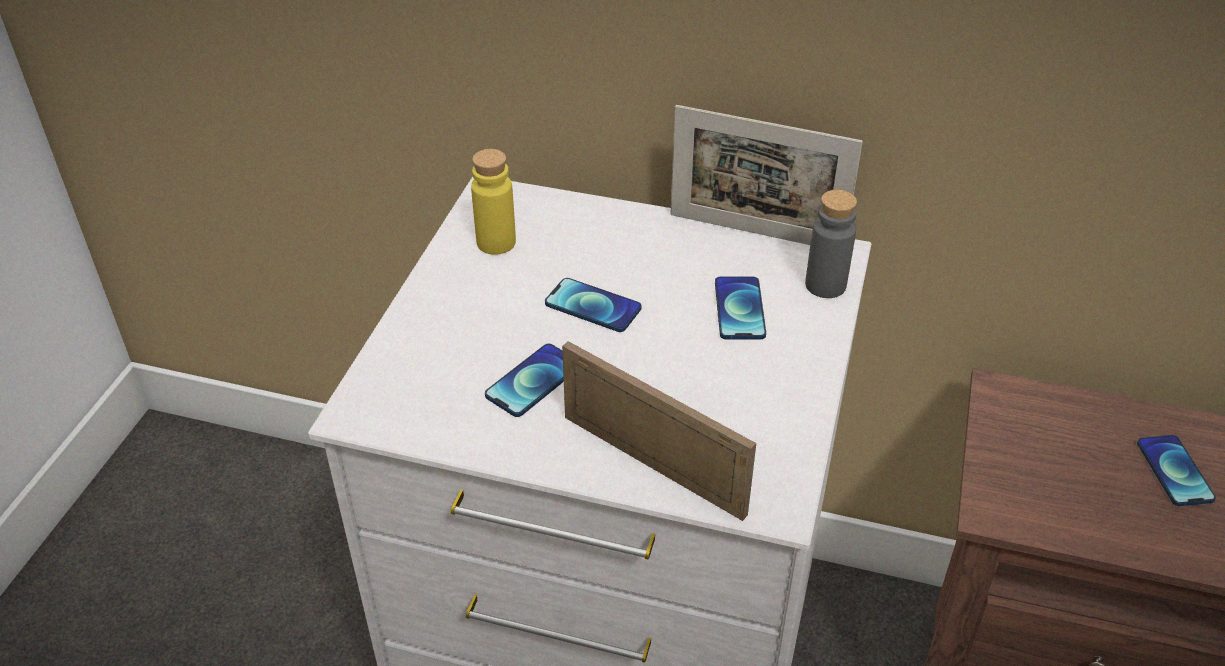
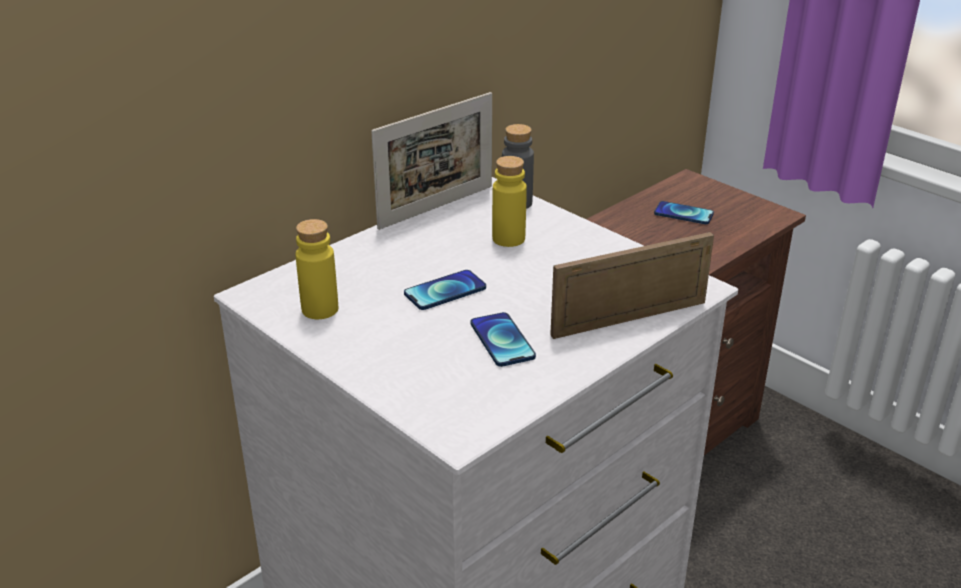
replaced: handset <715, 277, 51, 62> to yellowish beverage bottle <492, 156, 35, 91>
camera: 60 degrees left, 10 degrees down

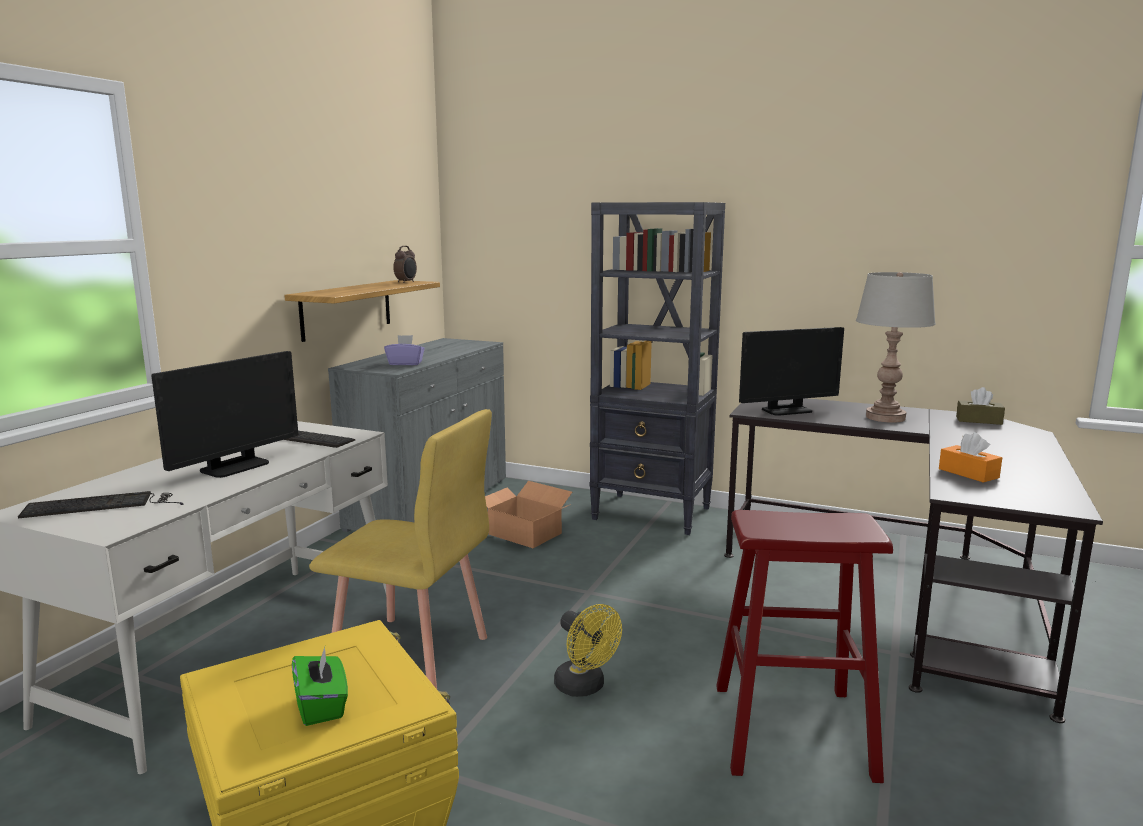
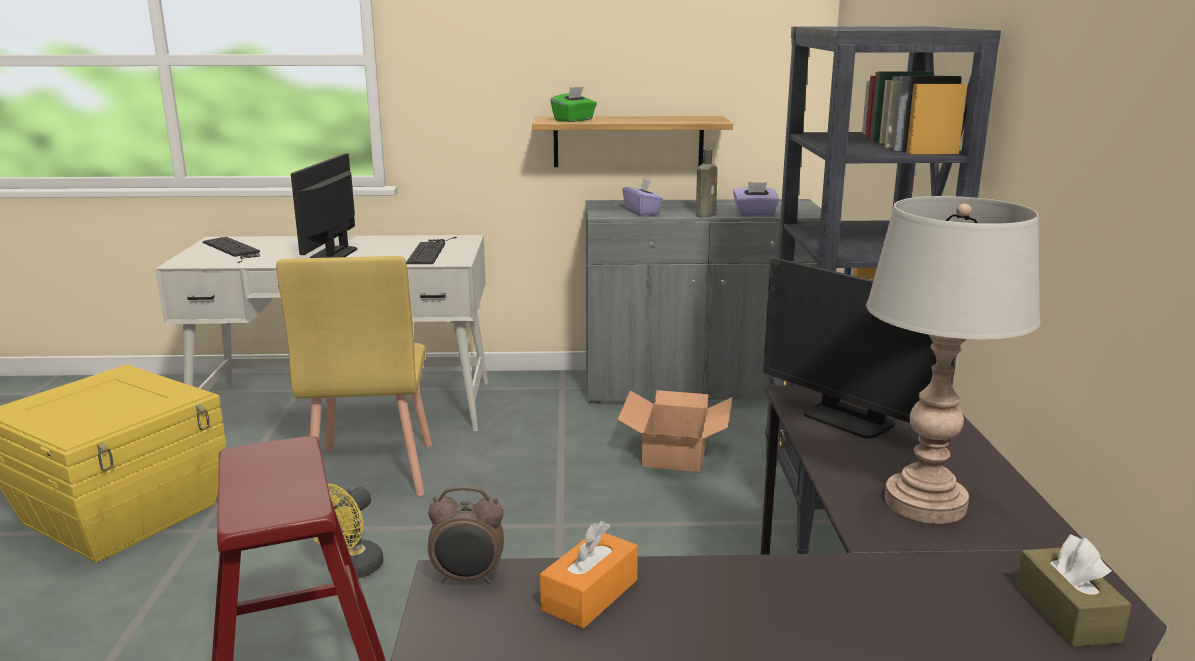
added: brown-coloured beverage bottle <696, 148, 22, 70>; purplish box of tissues <733, 182, 46, 34>
moved: greenish box of tissues <292, 647, 56, 79> to <550, 87, 47, 35>; alarm clock <393, 246, 24, 37> to <428, 486, 76, 98>
turned: computer screen <152, 351, 146, 127> = <291, 154, 66, 104> 90 degrees clockwise
camera: 65 degrees right, 5 degrees up

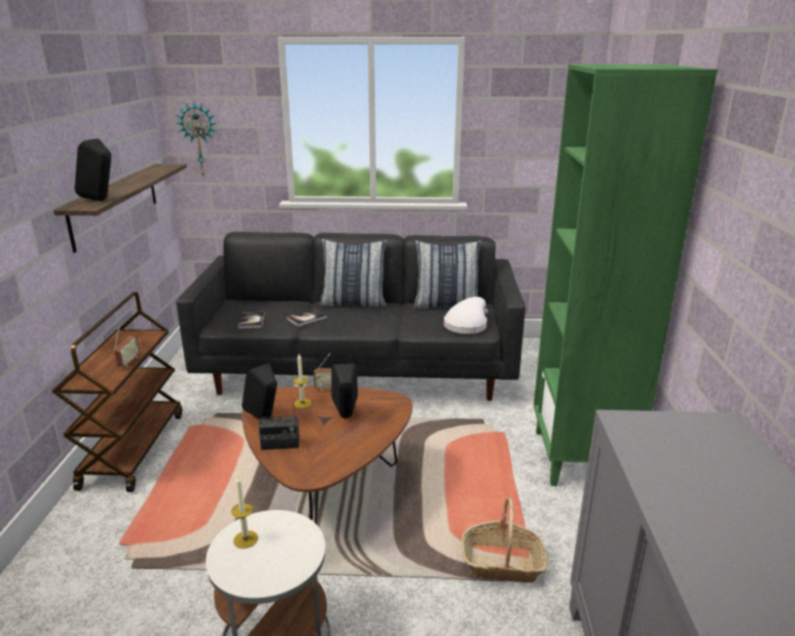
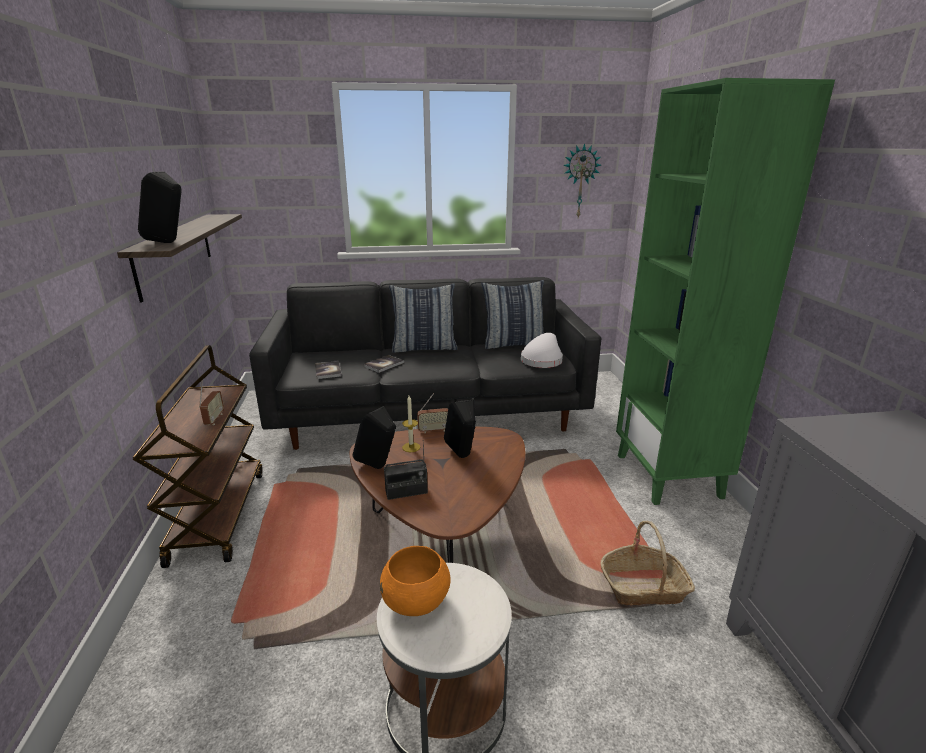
moved: hanging clock <176, 102, 41, 74> to <563, 143, 38, 74>
replaced: wax light <231, 476, 27, 73> to orangey deep dish <380, 546, 71, 70>
camera: 10 degrees left, 0 degrees up

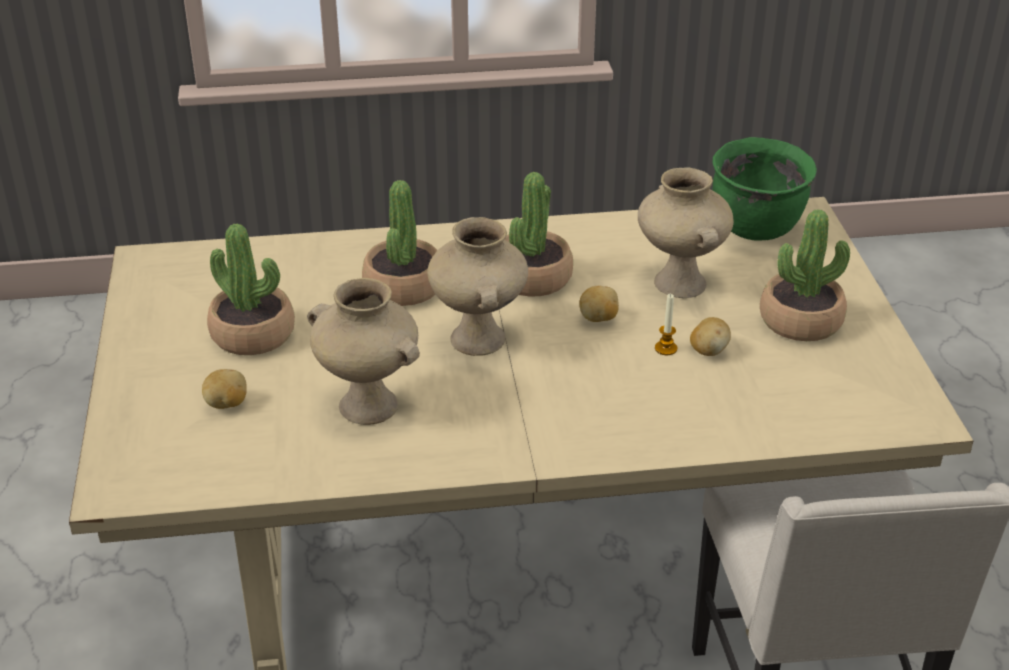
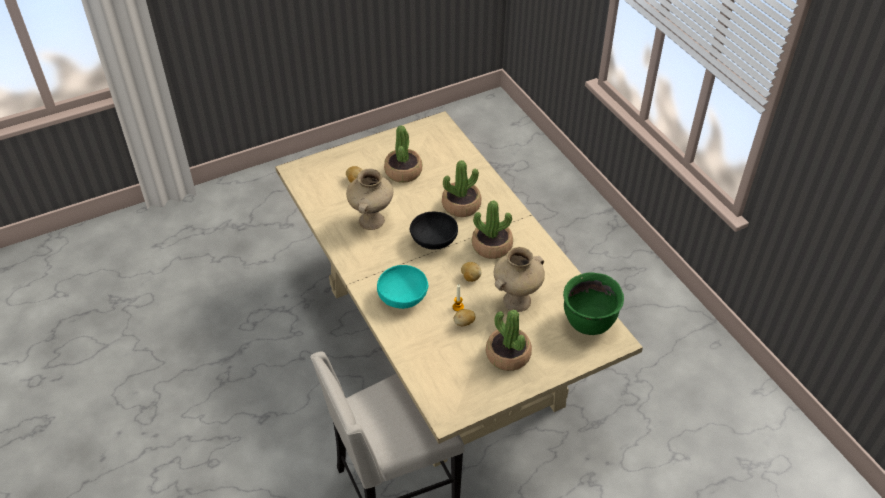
added: turquoise deep dish <377, 265, 52, 44>
replaced: beige flower vase <427, 217, 101, 139> to black deep dish <410, 212, 48, 38>
camera: 70 degrees right, 10 degrees up

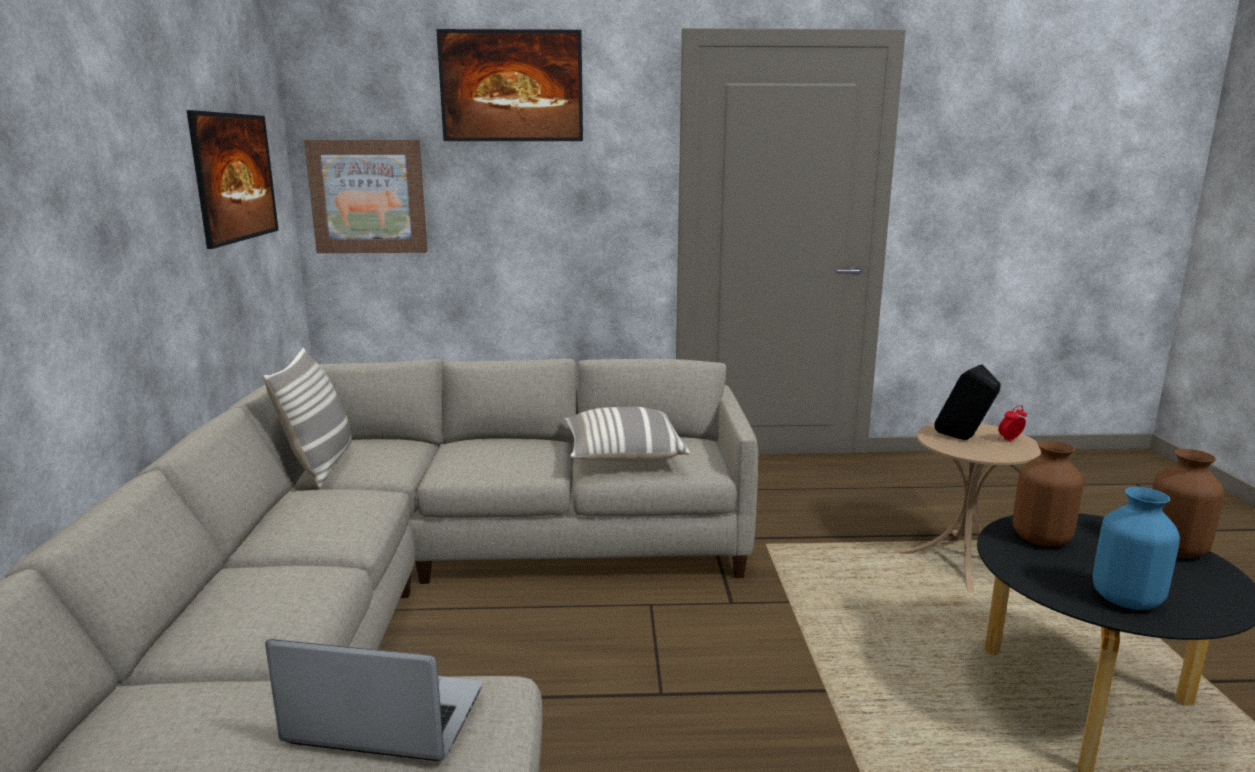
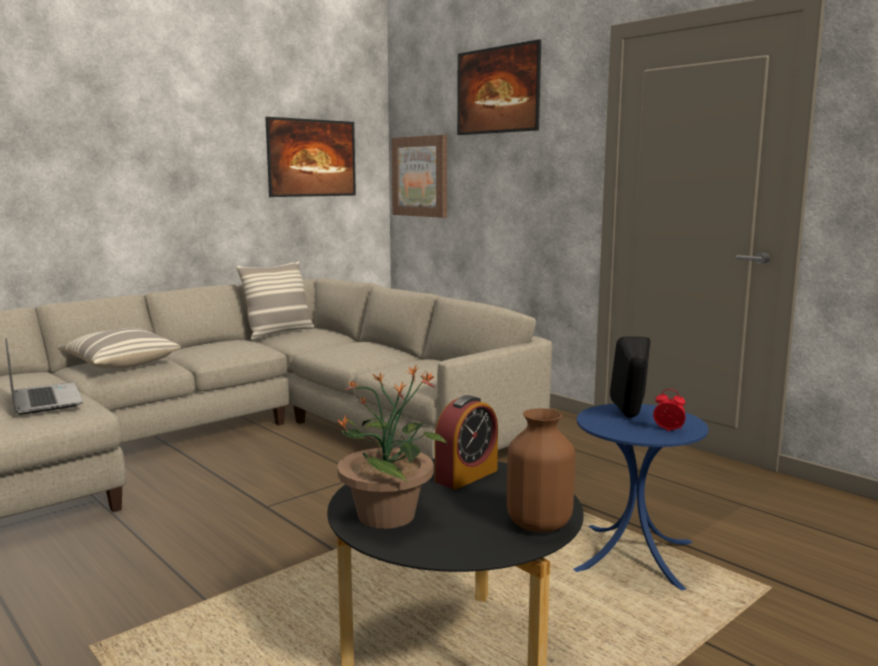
moved: throw pillow <565, 407, 125, 55> to <58, 328, 123, 41>
replaced: brown-coloured flower vase <1012, 440, 72, 107> to alarm clock <435, 395, 63, 94>; bluish flower vase <1093, 487, 87, 123> to potted plant <337, 365, 110, 164>
recoloured: beige side table <894, 423, 147, 169> to bluish side table <573, 404, 135, 186>
camera: 50 degrees right, 5 degrees down

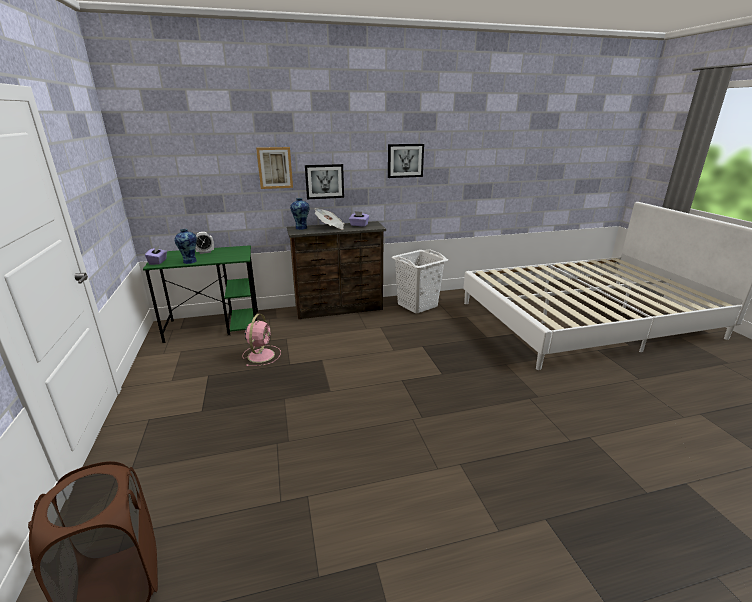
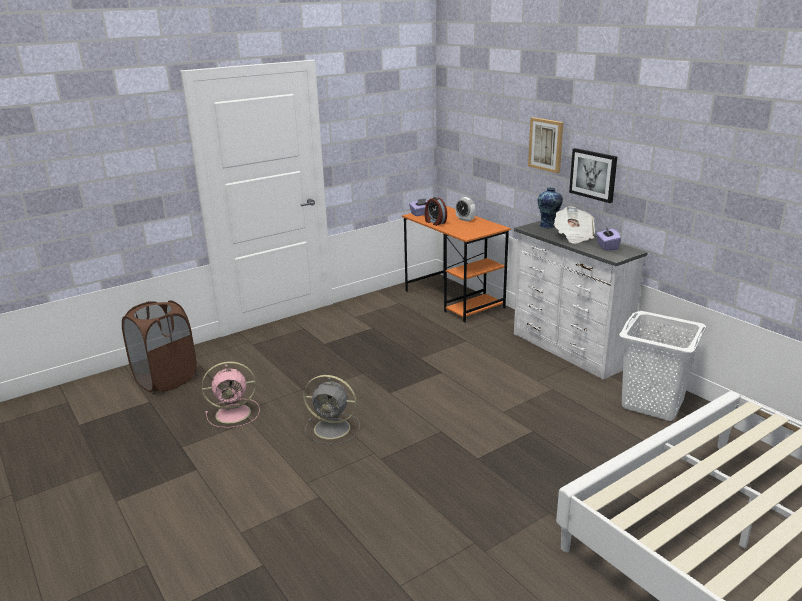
removed: wall picture <388, 144, 36, 34>
added: greyish electric fan <303, 375, 57, 69>
moved: pinkish electric fan <242, 314, 39, 52> to <202, 362, 58, 66>
replaced: flower vase <174, 229, 23, 35> to alarm clock <425, 197, 22, 29>
recoloured: greenish desk table <143, 245, 115, 98> to orangey desk table <402, 206, 109, 117>; brown-coloured dresser <287, 221, 99, 98> to white dresser <514, 221, 134, 159>
camera: 70 degrees right, 0 degrees up

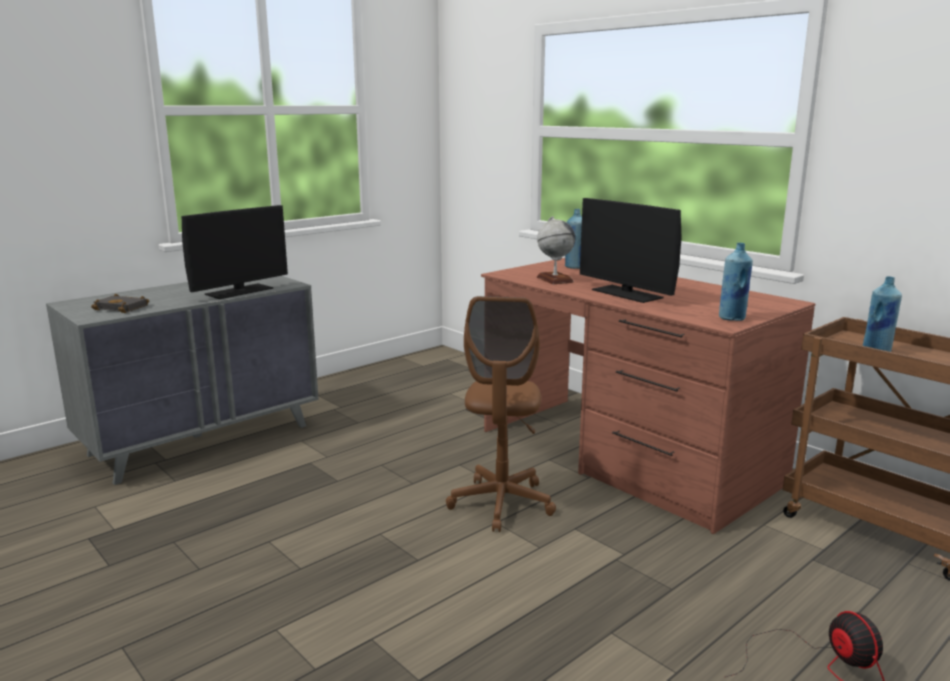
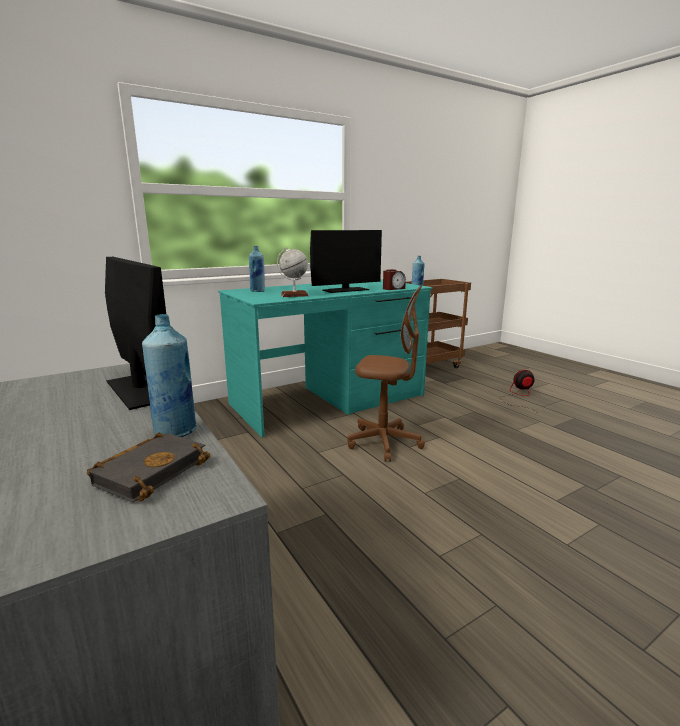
added: alarm clock <383, 269, 23, 21>
moved: bluish beverage bottle <719, 243, 34, 78> to <142, 314, 54, 123>
recoloured: brown-coloured desk table <481, 258, 334, 276> to turquoise desk table <218, 279, 214, 159>
camera: 80 degrees left, 0 degrees up

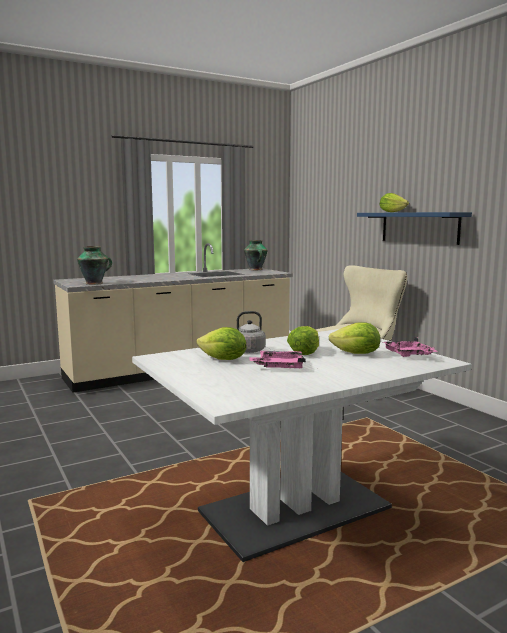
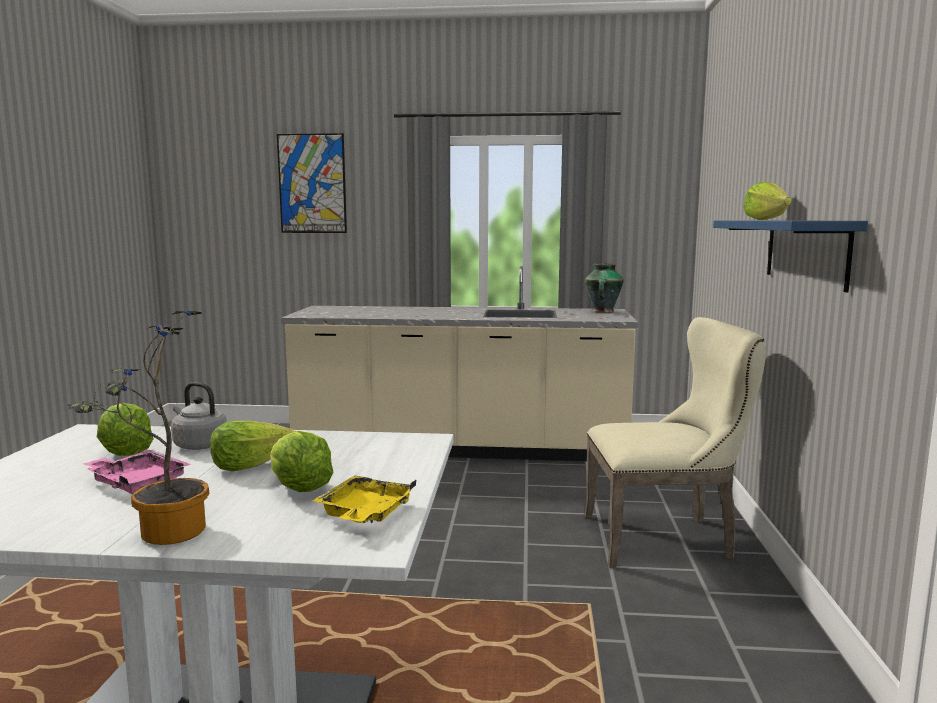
removed: flower vase <77, 246, 35, 39>
added: potted plant <67, 310, 142, 235>; wall picture <277, 133, 70, 100>
recoloured: pinkish tray <383, 337, 54, 20> to yellowish tray <312, 475, 104, 48>
camera: 35 degrees right, 0 degrees up

